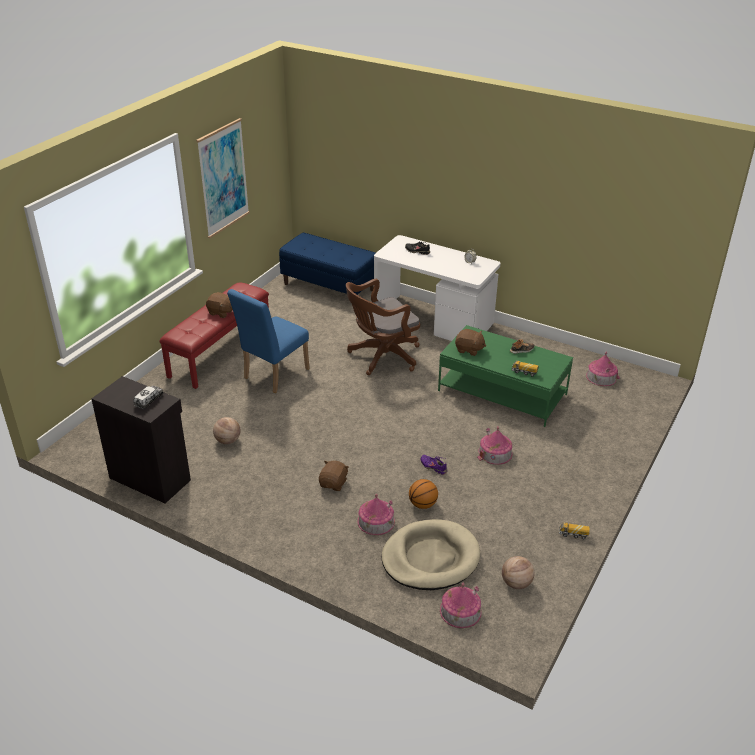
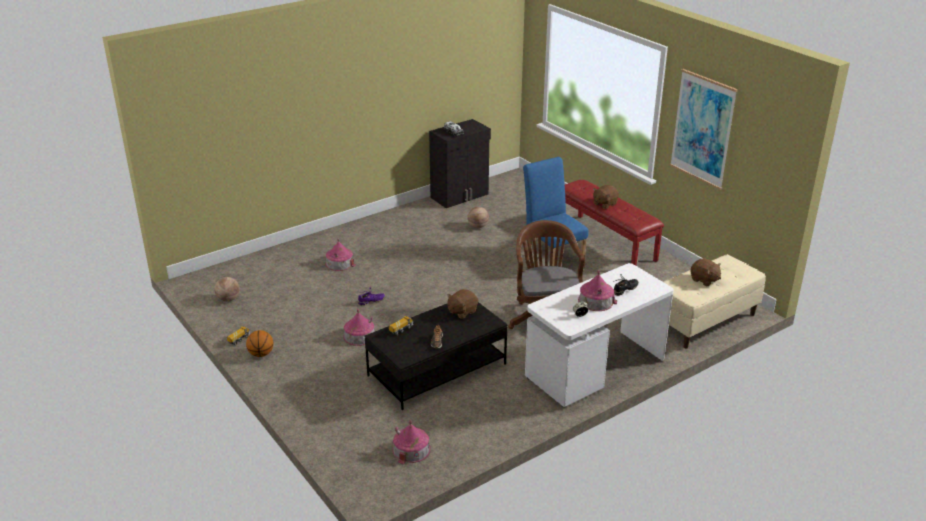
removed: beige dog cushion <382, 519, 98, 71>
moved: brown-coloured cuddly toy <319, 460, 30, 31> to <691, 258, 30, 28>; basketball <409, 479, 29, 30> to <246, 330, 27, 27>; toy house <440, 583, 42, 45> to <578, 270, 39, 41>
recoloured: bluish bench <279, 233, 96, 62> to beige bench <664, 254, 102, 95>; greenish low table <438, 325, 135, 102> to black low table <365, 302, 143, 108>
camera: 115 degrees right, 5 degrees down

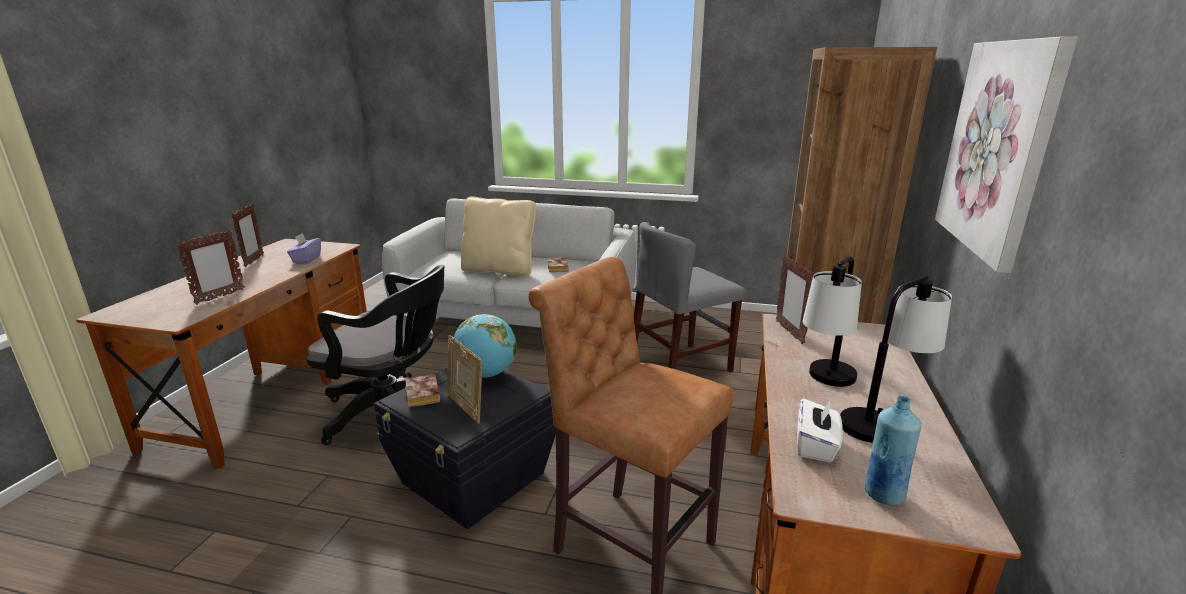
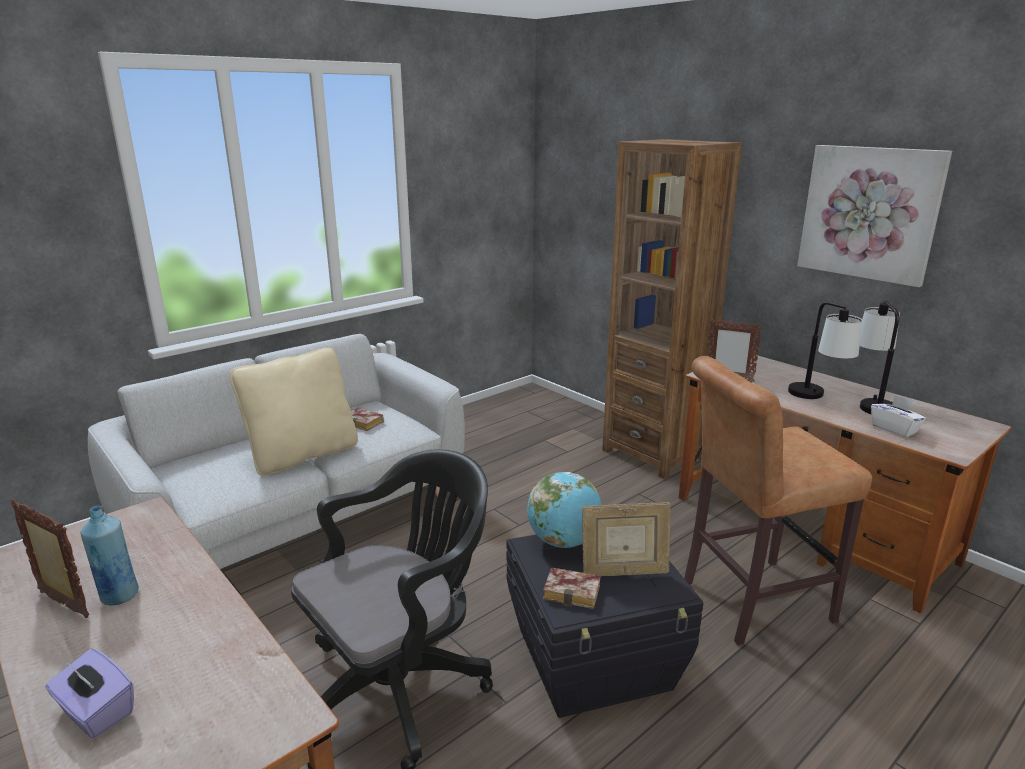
removed: photo frame <176, 230, 69, 75>; greyish plain chair <634, 222, 111, 150>
moved: purplish box of tissues <287, 233, 34, 30> to <45, 649, 89, 89>; bluish beverage bottle <865, 396, 57, 109> to <81, 506, 58, 100>
camera: 55 degrees left, 0 degrees up

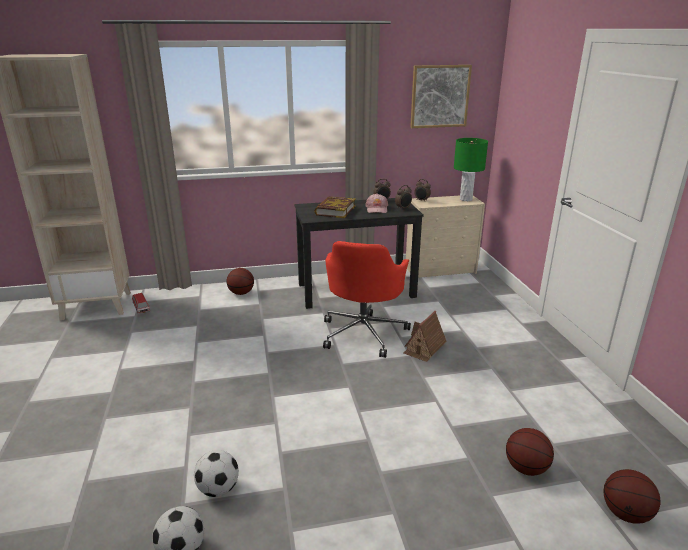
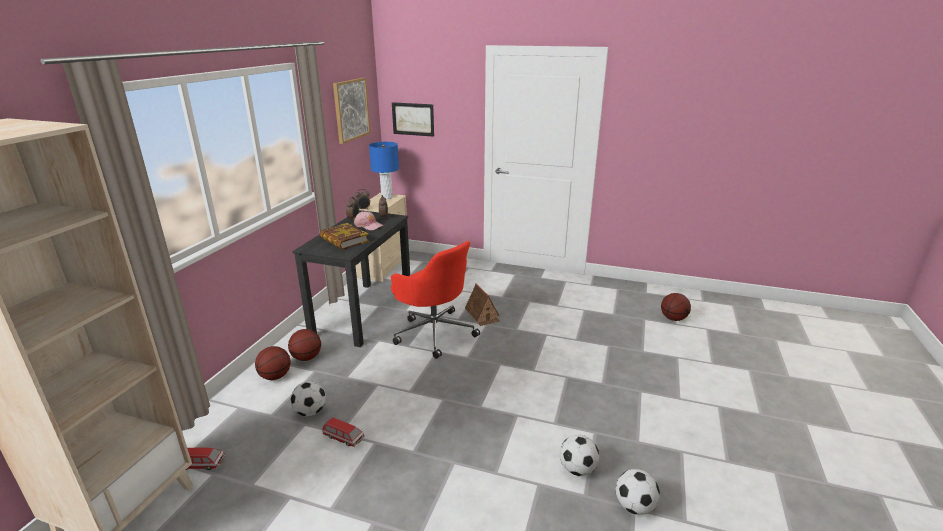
added: ball for football <290, 381, 36, 35>; toy car <322, 417, 43, 30>; wall picture <392, 102, 42, 35>
moved: basketball <506, 428, 48, 48> to <288, 329, 33, 32>
recoloured: greenish lamp for a table <454, 138, 34, 63> to bluish lamp for a table <369, 142, 30, 57>
camera: 60 degrees left, 0 degrees up

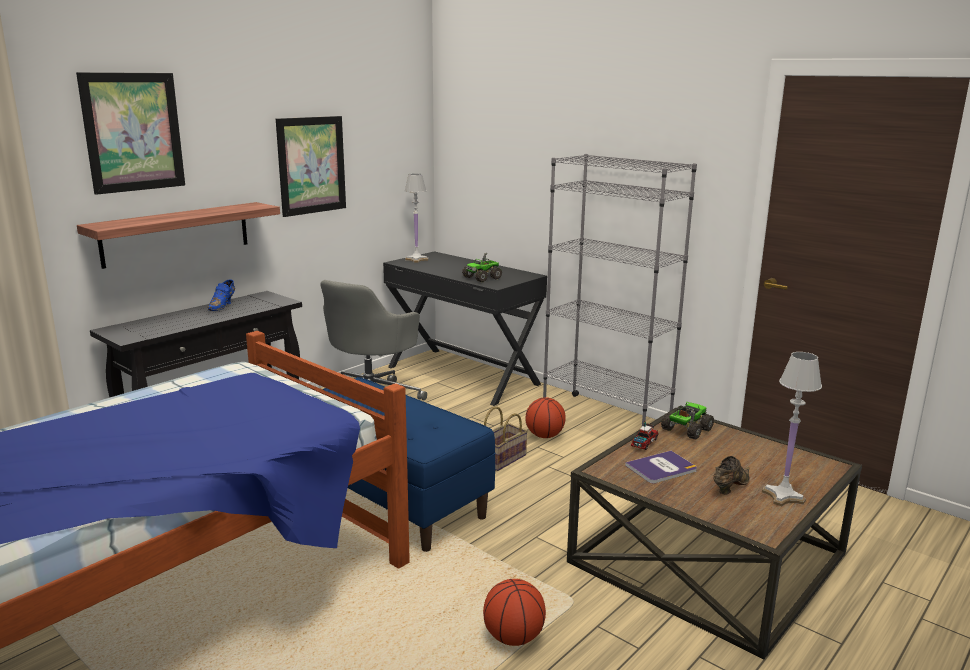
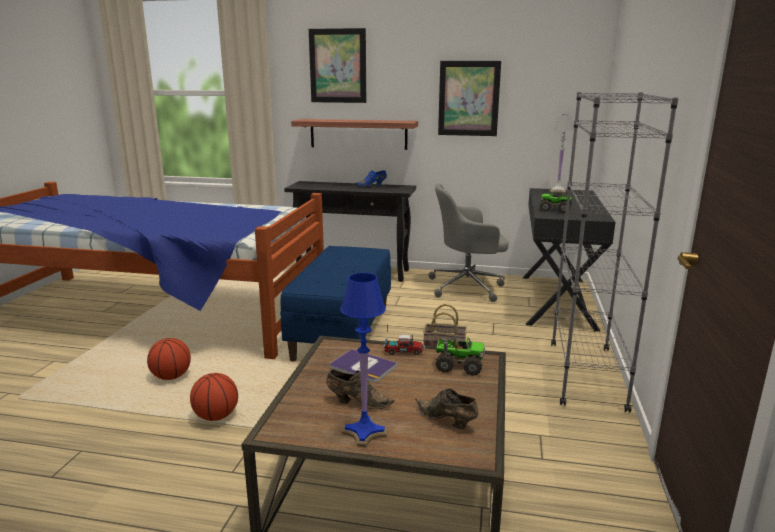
added: brown-coloured low shoe <415, 388, 64, 41>
moved: basketball <525, 397, 41, 41> to <147, 338, 44, 42>
recoloured: white lamp for a table <762, 352, 60, 154> to bluish lamp for a table <341, 273, 46, 174>
camera: 60 degrees right, 0 degrees up

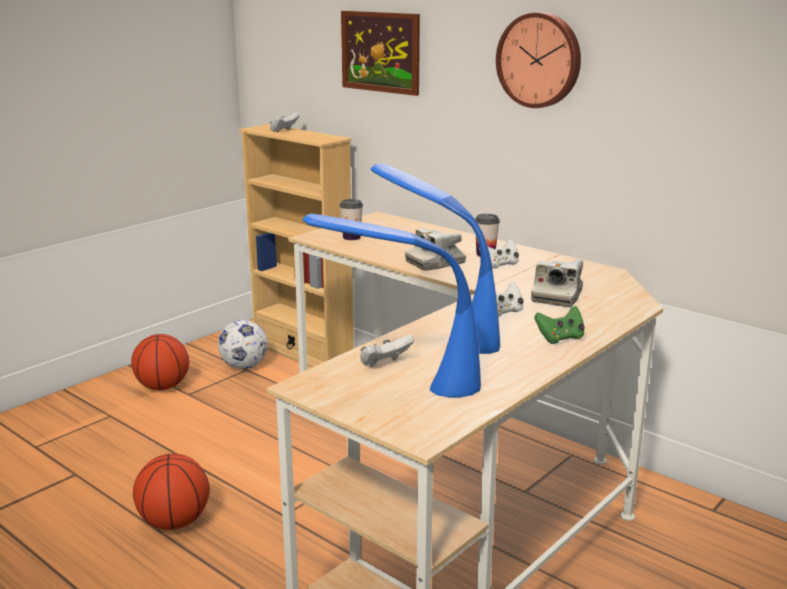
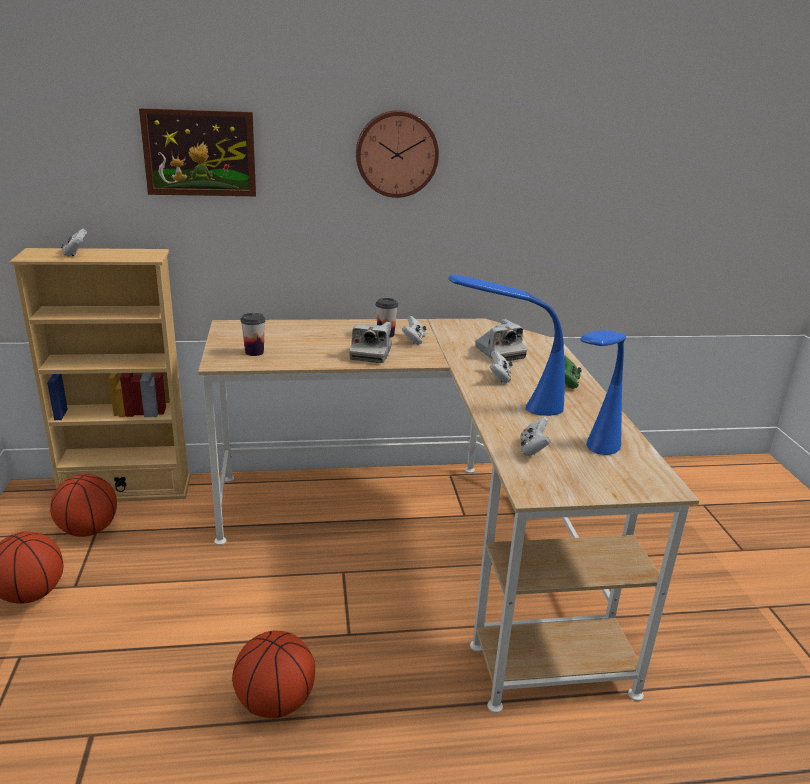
replaced: ball for football <218, 320, 50, 49> to basketball <50, 474, 67, 63>
camera: 50 degrees left, 5 degrees up

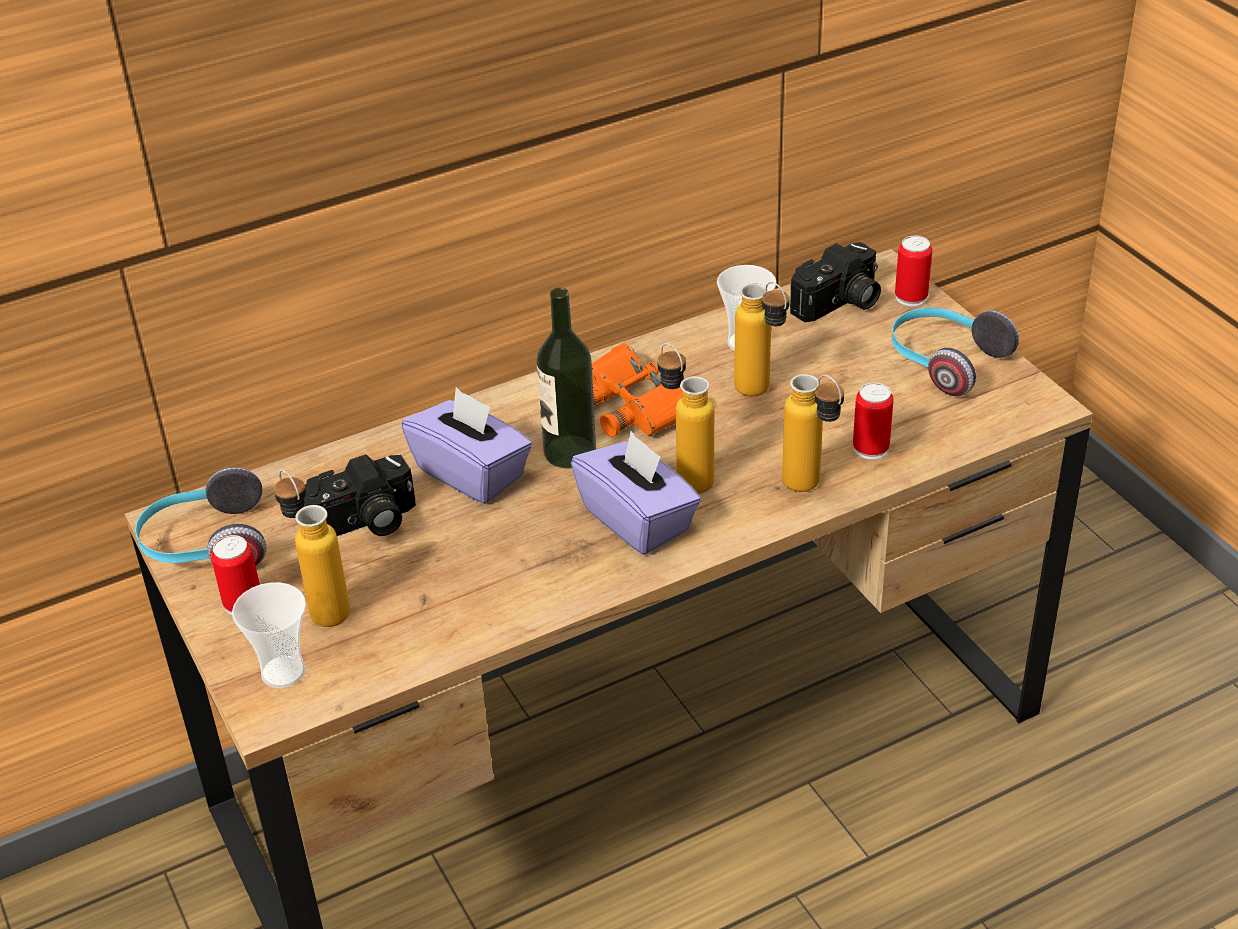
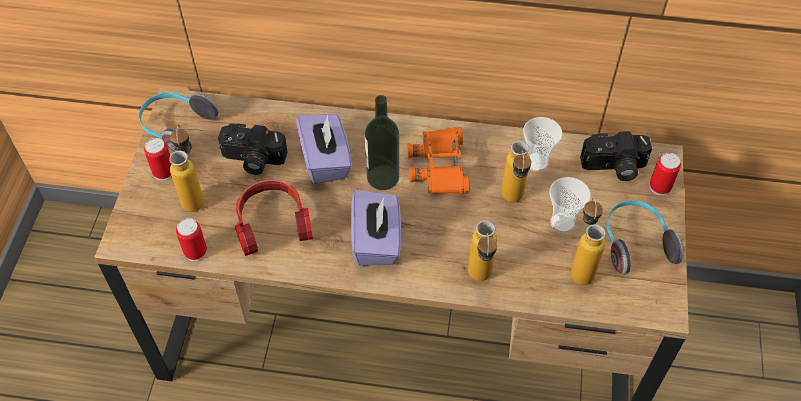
added: headset <235, 180, 78, 76>
moved: drinking cup <232, 582, 74, 106> to <549, 177, 42, 56>; beverage bottle <657, 343, 57, 151> to <571, 197, 35, 88>; metal can <853, 383, 41, 77> to <176, 218, 31, 43>
camera: 35 degrees right, 15 degrees up

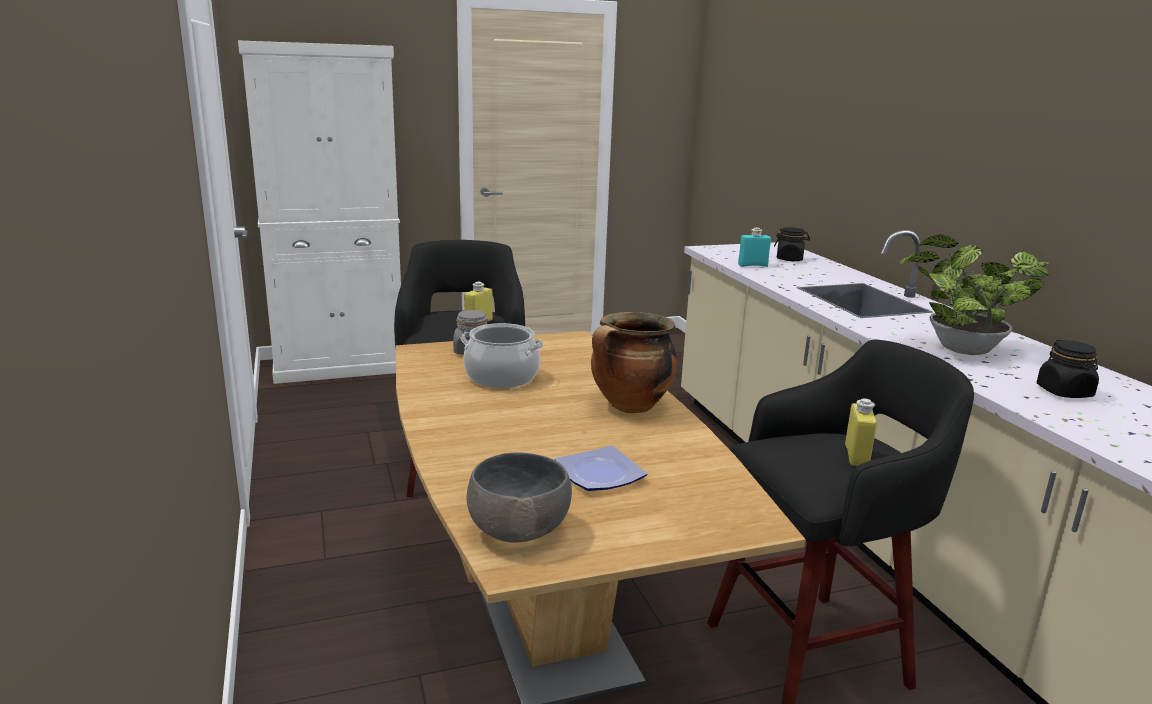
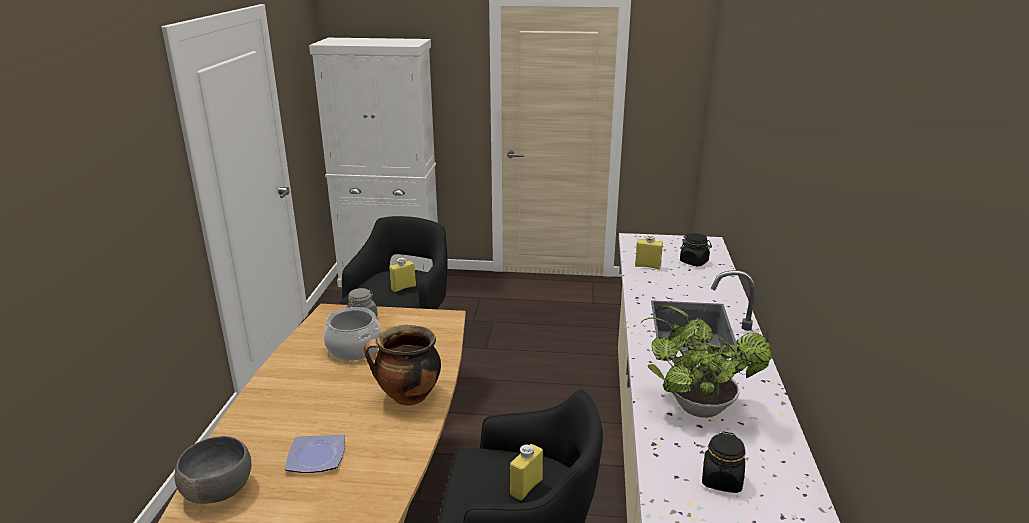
recoloured: turquoise beverage bottle <738, 228, 33, 39> to yellowish beverage bottle <635, 234, 28, 36>
camera: 25 degrees right, 5 degrees up

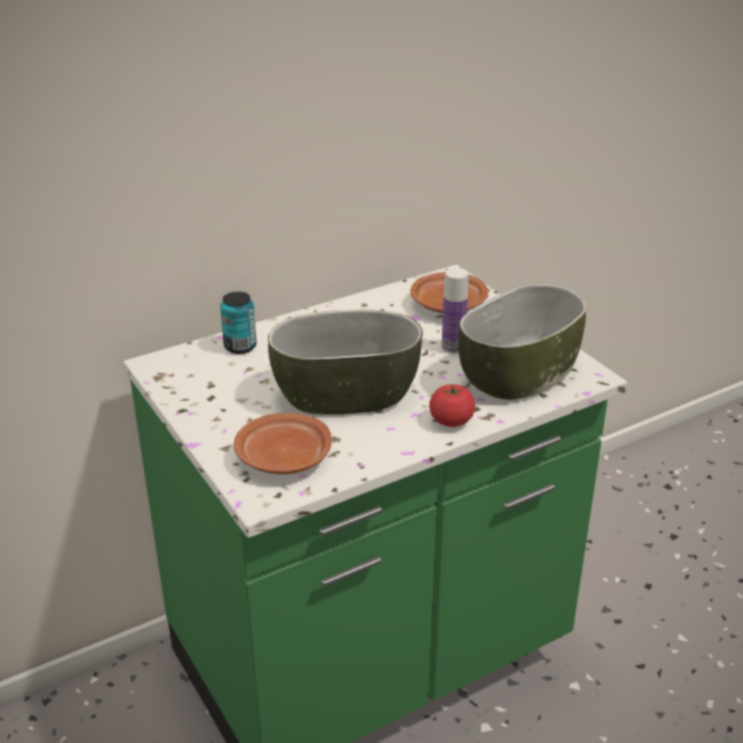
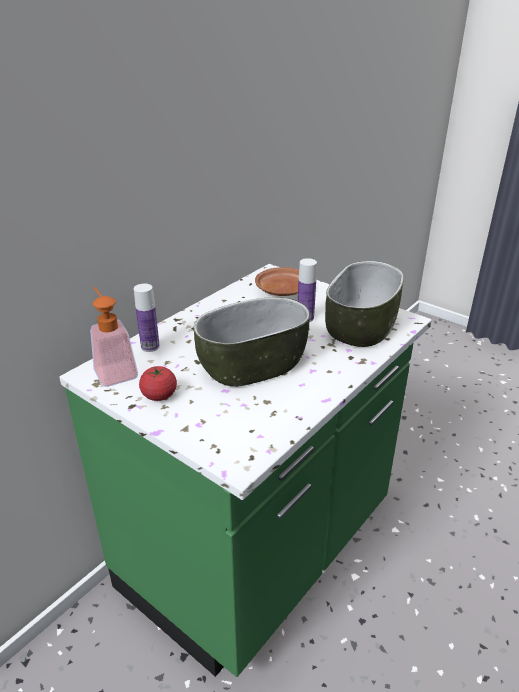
removed: brown-coloured dinner plate <234, 413, 98, 61>
added: soap dispenser <90, 287, 48, 100>
moved: tomato <429, 384, 46, 43> to <139, 366, 38, 35>
replaced: metal can <220, 292, 37, 62> to beverage bottle <134, 284, 26, 68>
camera: 20 degrees left, 0 degrees up

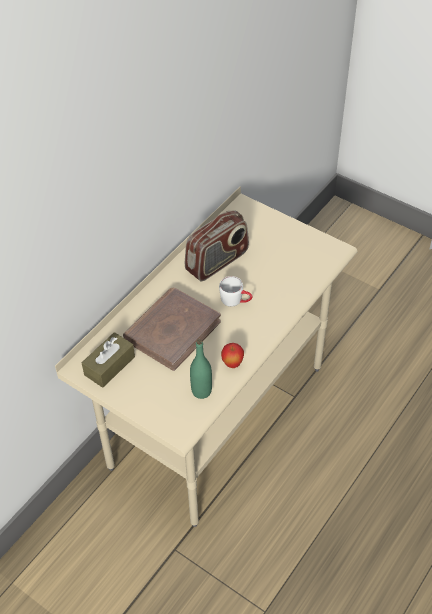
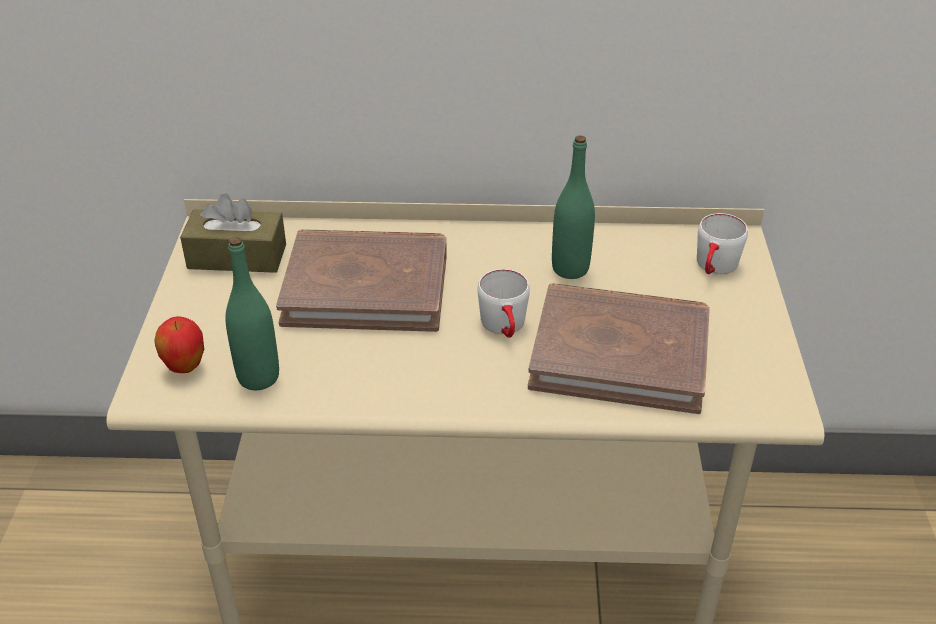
added: brown-coloured bound book <528, 283, 182, 131>; white coffee mug <697, 213, 51, 61>
moved: whole apple <221, 343, 23, 25> to <154, 316, 50, 57>
replaced: radio receiver <185, 210, 64, 72> to greenish beverage bottle <552, 135, 43, 144>
camera: 55 degrees right, 10 degrees down

